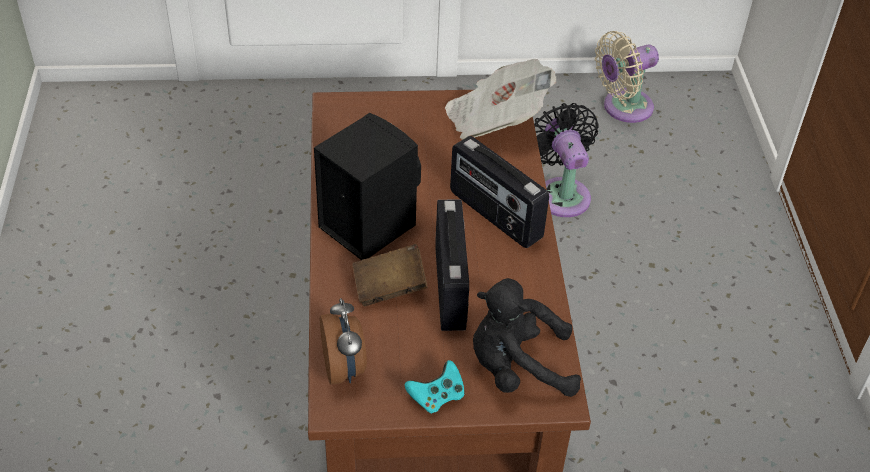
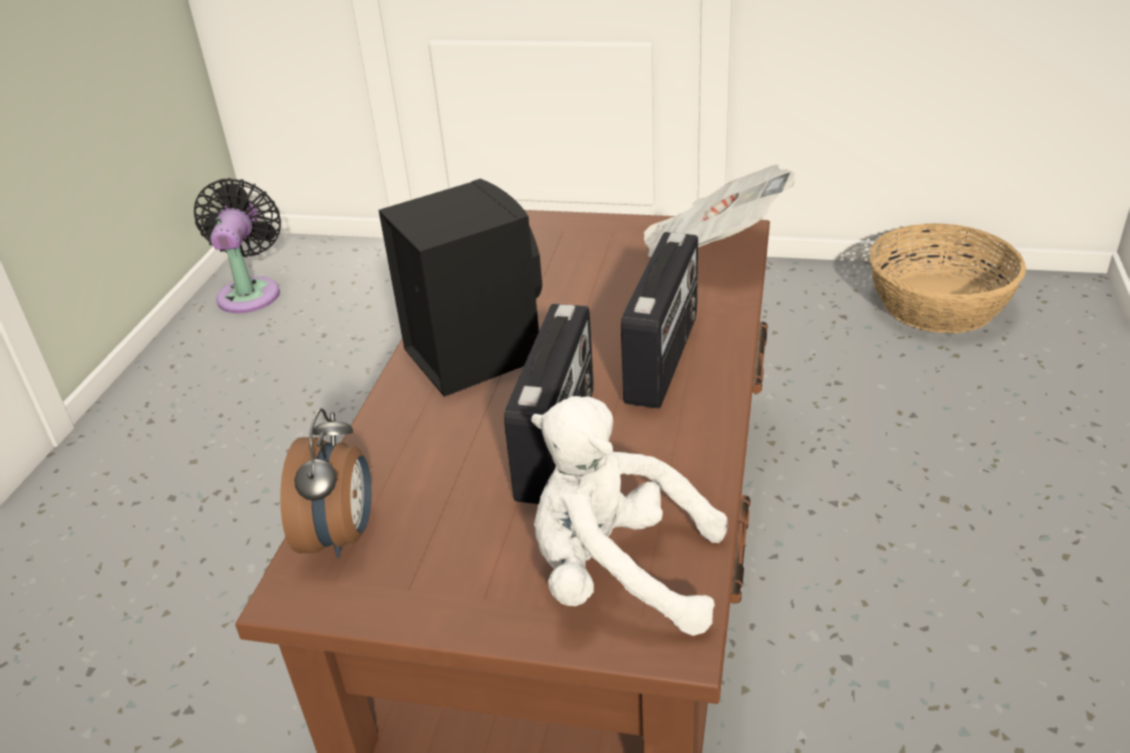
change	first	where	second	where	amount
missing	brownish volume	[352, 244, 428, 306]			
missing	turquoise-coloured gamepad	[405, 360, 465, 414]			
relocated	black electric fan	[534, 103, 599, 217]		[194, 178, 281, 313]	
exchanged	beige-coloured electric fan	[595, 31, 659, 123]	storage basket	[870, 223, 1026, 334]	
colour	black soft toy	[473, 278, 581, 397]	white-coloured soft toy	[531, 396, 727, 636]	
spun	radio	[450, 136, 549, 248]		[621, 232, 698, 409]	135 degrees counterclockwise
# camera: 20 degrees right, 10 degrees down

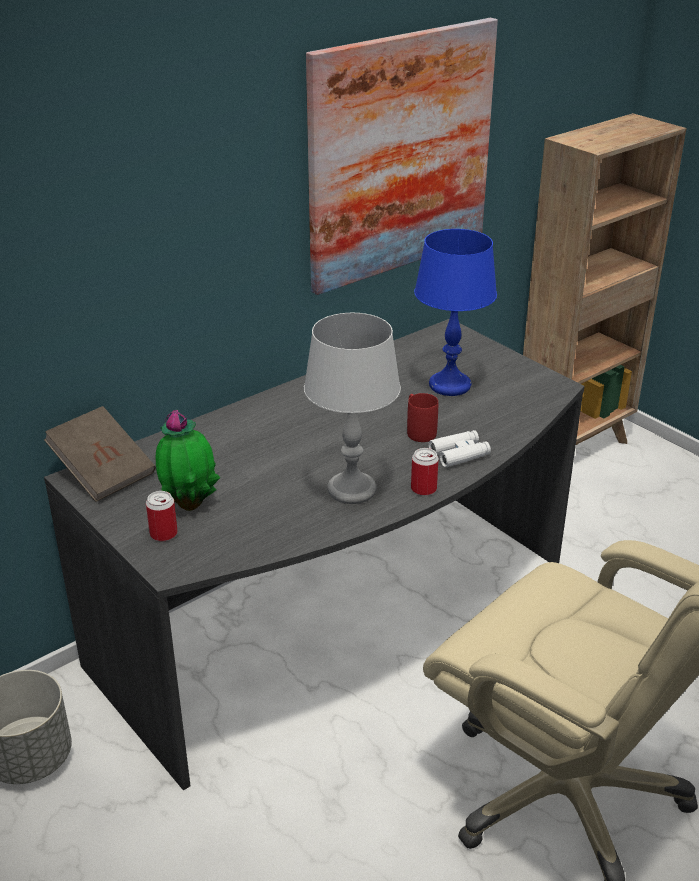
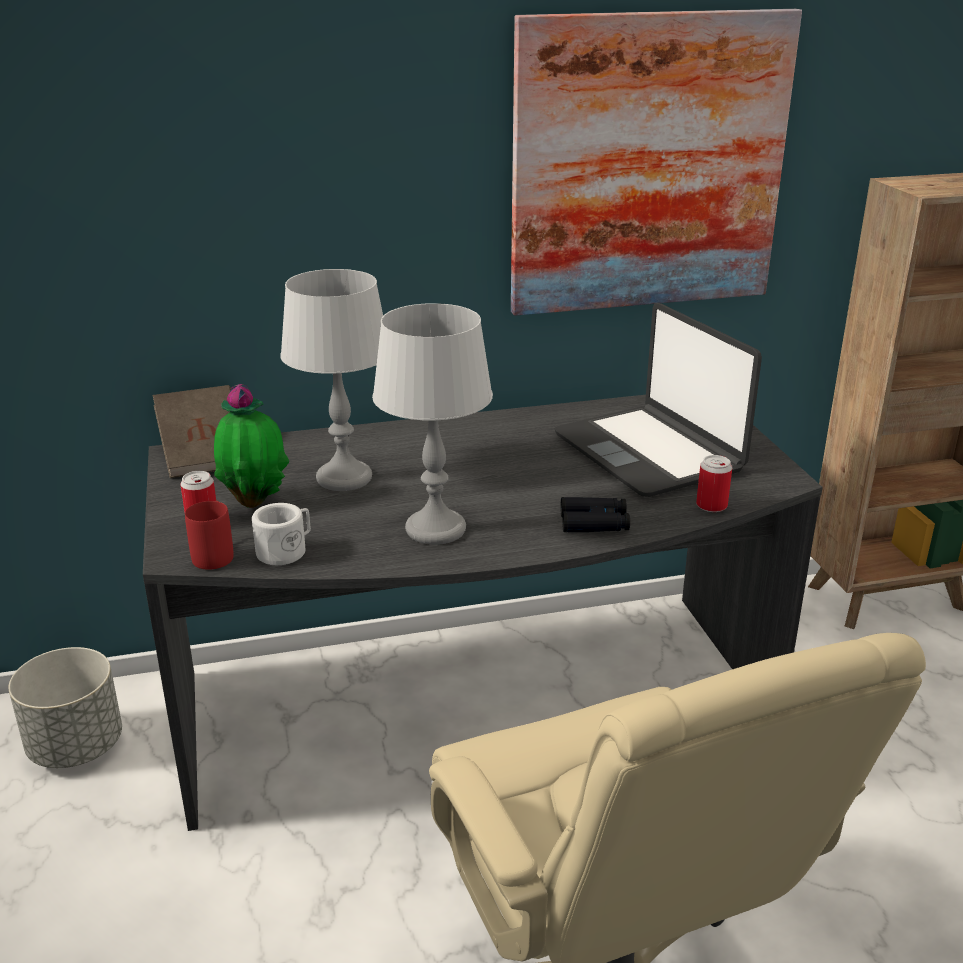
change	first	where	second	where	amount
appeared			white-coloured mug	[252, 503, 311, 565]	
appeared			gray table lamp	[280, 269, 383, 491]	
relocated	red mug	[407, 393, 438, 442]		[185, 501, 234, 570]	
relocated	metal can	[411, 448, 439, 496]		[696, 455, 732, 512]	
exchanged	blue-coloured table lamp	[414, 229, 497, 396]	notebook computer	[554, 303, 762, 497]	
colour	white-coloured binoculars	[429, 430, 491, 467]	black binoculars	[561, 497, 630, 532]	
# camera: 25 degrees right, 5 degrees down

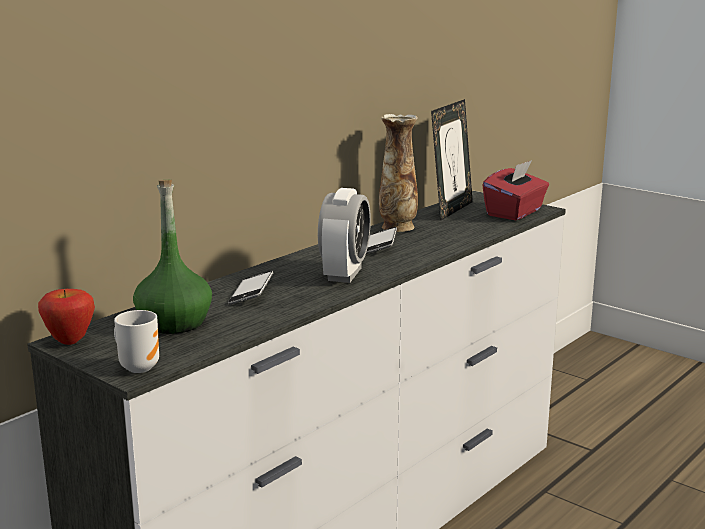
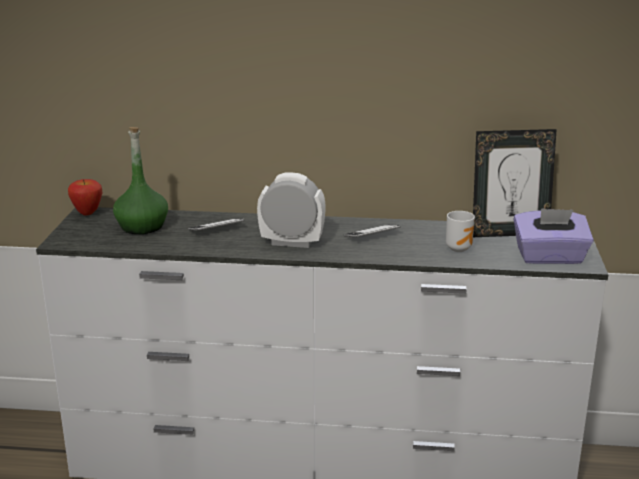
change	first	where	second	where	amount
missing	vase	[379, 114, 418, 232]			
relocated	mug	[114, 310, 159, 373]		[446, 211, 475, 252]	
colour	red tissue box	[482, 160, 549, 220]	purplish tissue box	[514, 208, 594, 264]	
spun	bedside clock	[318, 188, 371, 283]		[257, 172, 326, 248]	150 degrees counterclockwise
# camera: 55 degrees right, 5 degrees up

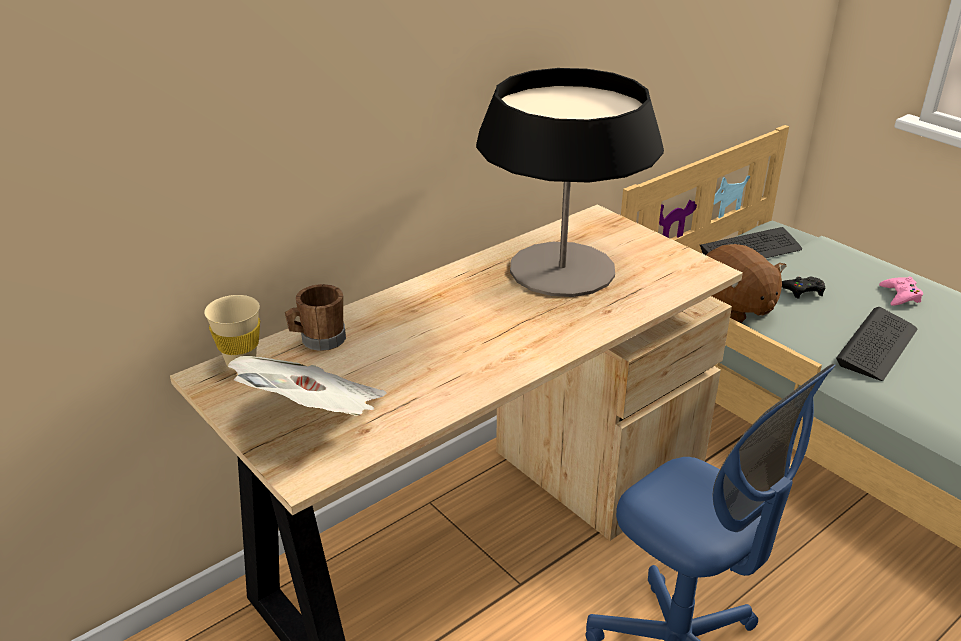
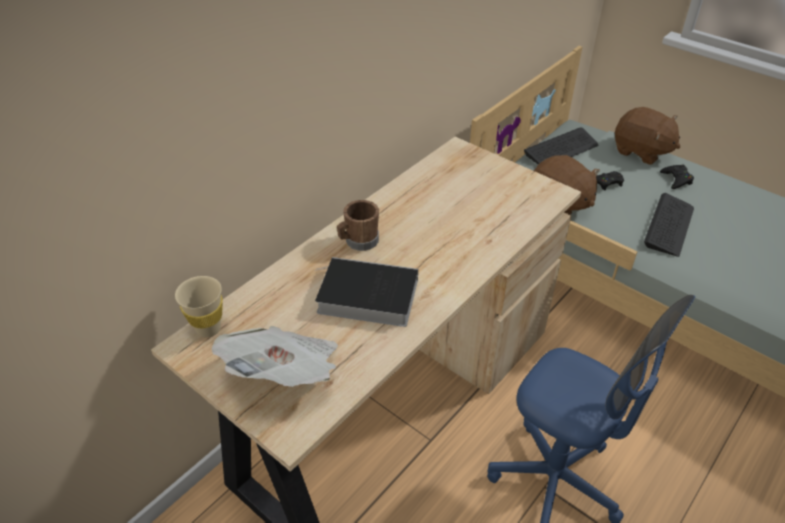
change	first	where	second	where	amount
missing	table lamp	[476, 68, 664, 297]			
appeared			volume	[315, 257, 418, 327]	
appeared			brownish soft toy	[615, 107, 680, 165]	
relocated	brownish mug	[285, 284, 346, 351]		[337, 200, 379, 251]	
colour	pinkish gamepad	[879, 277, 923, 306]	black gamepad	[660, 164, 694, 189]	
# camera: 10 degrees left, 10 degrees up

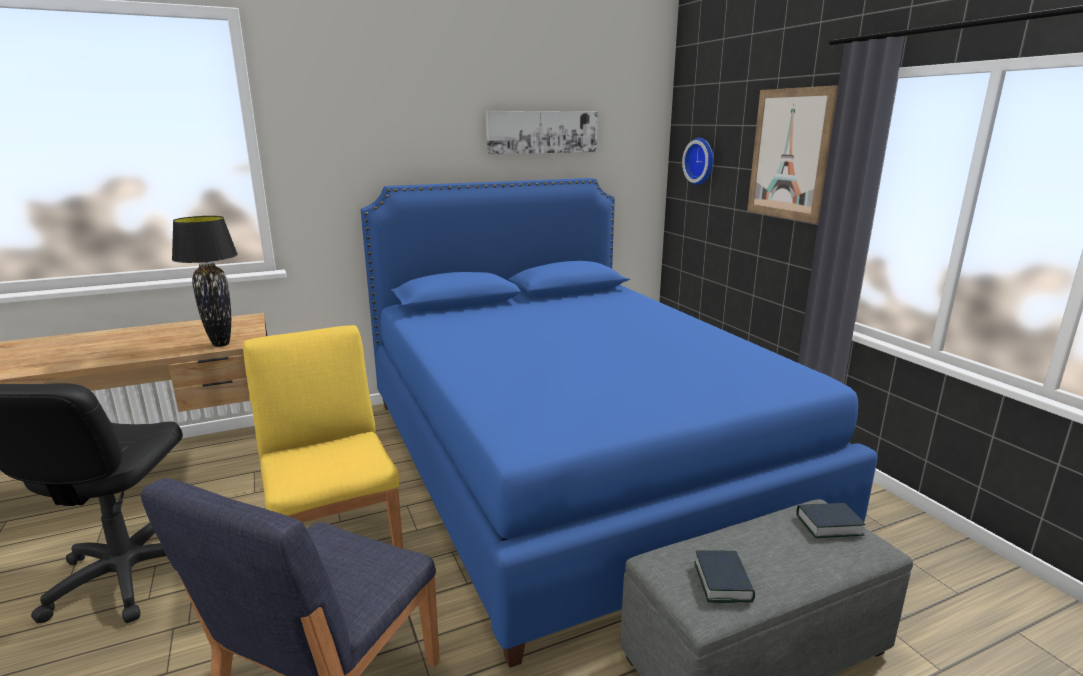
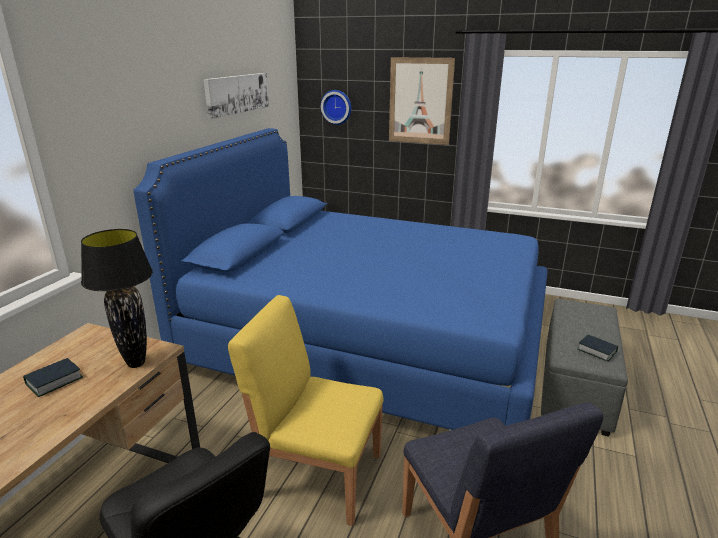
change	first	where	second	where	amount
relocated	volume	[796, 503, 865, 538]		[23, 358, 83, 397]	
# camera: 45 degrees left, 5 degrees up

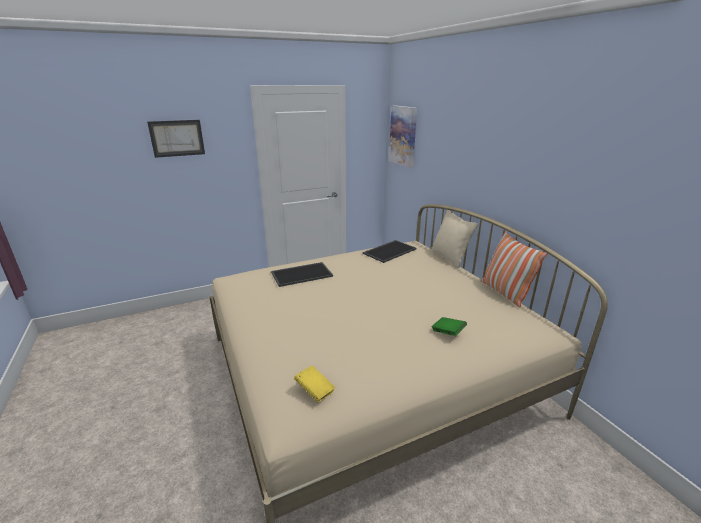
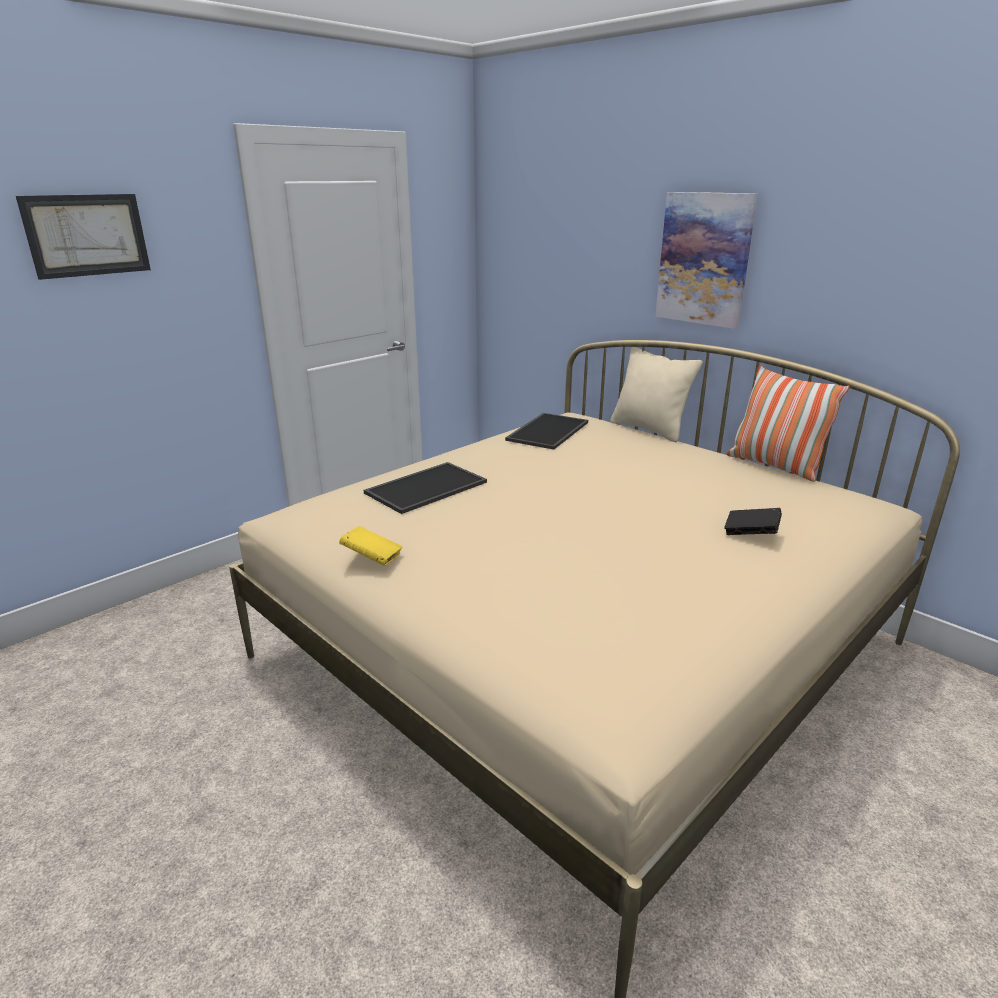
change	first	where	second	where	amount
relocated	yellow-coloured volume	[294, 366, 335, 402]		[339, 526, 402, 566]	
relocated	wall art	[389, 105, 417, 168]		[655, 192, 758, 329]	
colour	green-coloured volume	[432, 317, 467, 336]	black volume	[724, 508, 782, 535]	
# camera: 20 degrees left, 0 degrees up

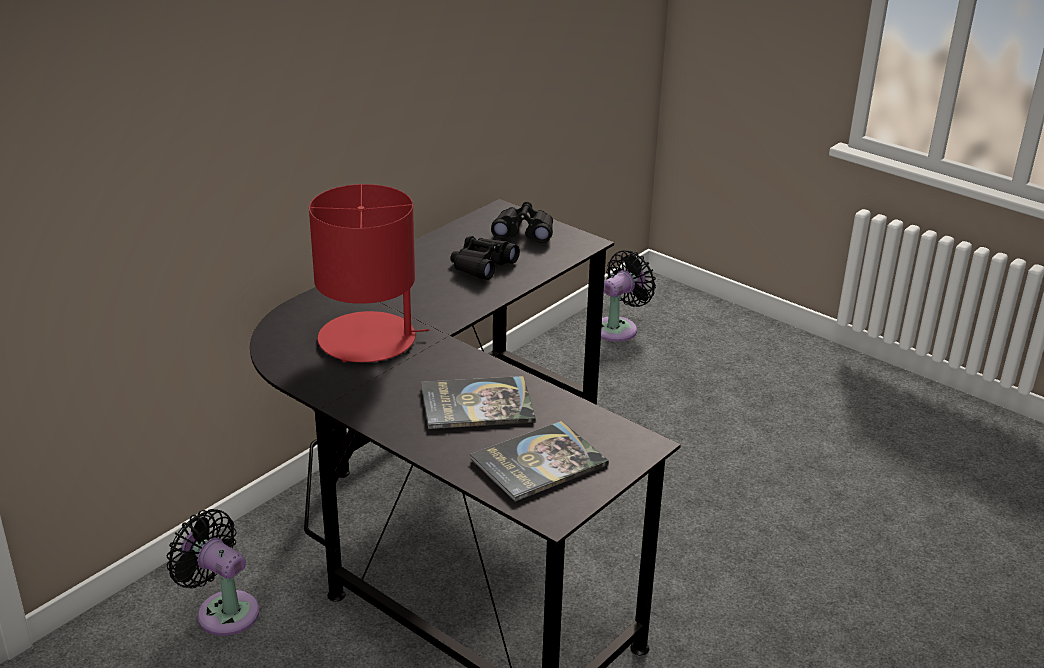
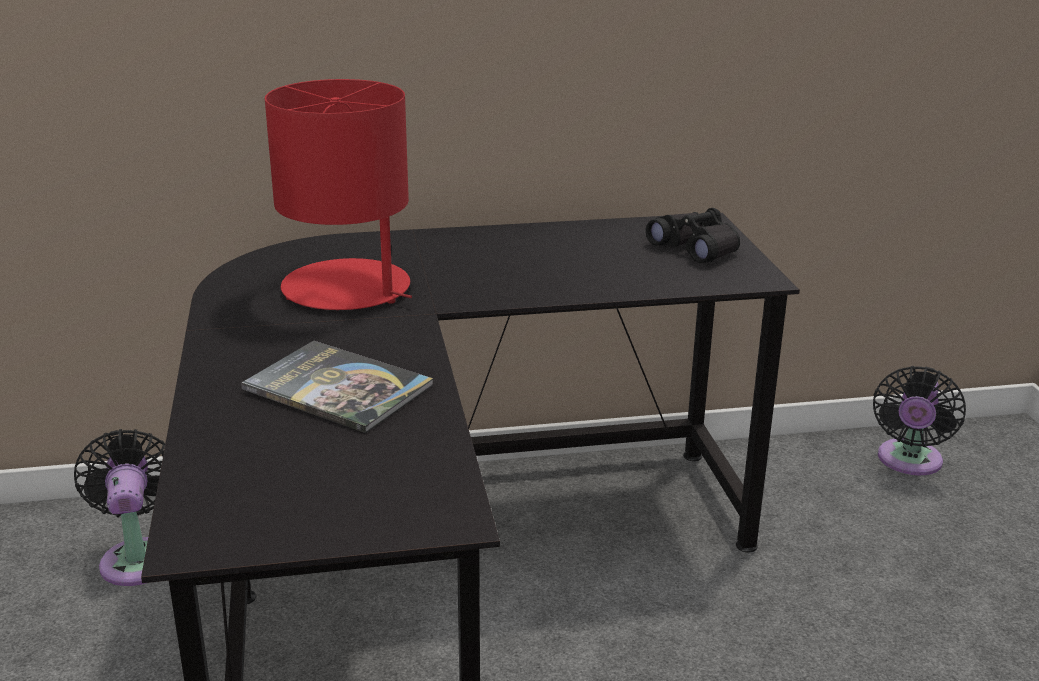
change	first	where	second	where	amount
missing	black binoculars	[450, 236, 520, 280]			
missing	volume	[470, 421, 609, 502]			
spun	black electric fan	[601, 250, 656, 342]		[873, 366, 966, 475]	120 degrees clockwise
# camera: 40 degrees right, 5 degrees down

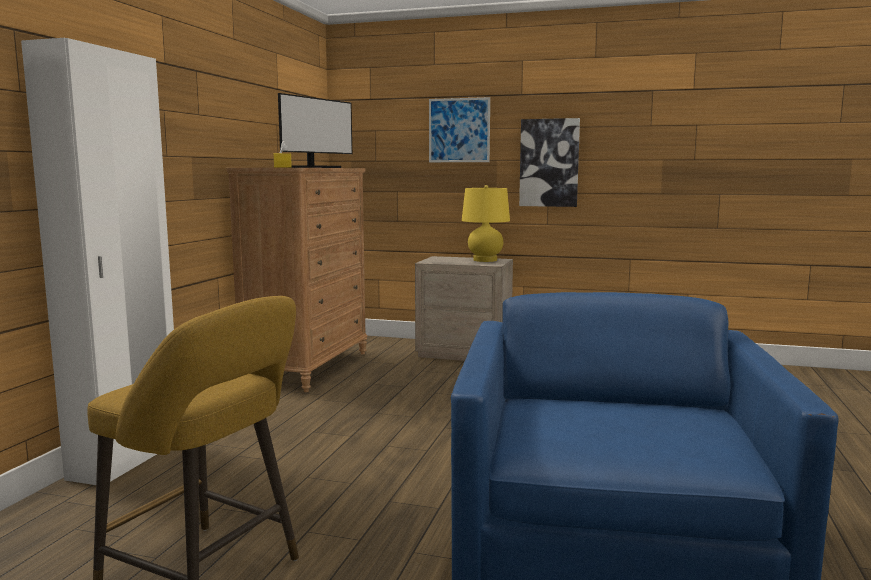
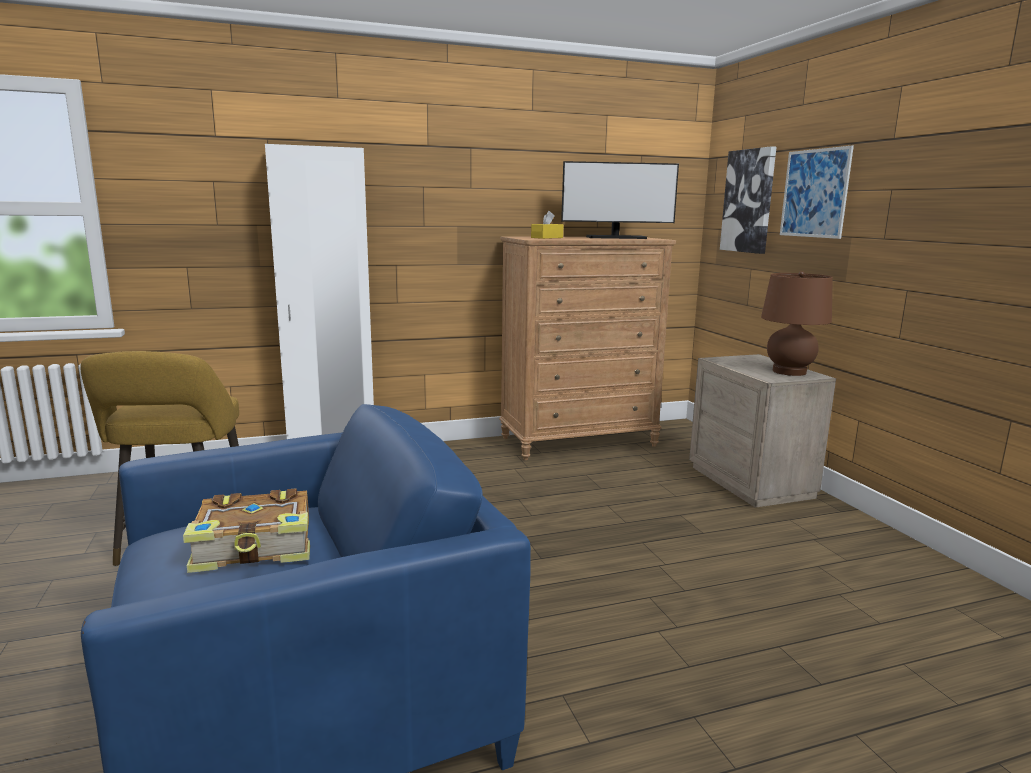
change	first	where	second	where	amount
appeared			volume	[183, 489, 310, 573]	
relocated	wall art	[519, 118, 580, 207]		[720, 146, 776, 254]	
colour	yellow-coloured table lamp	[462, 185, 510, 262]	brownish table lamp	[761, 271, 833, 376]	
# camera: 55 degrees right, 5 degrees up

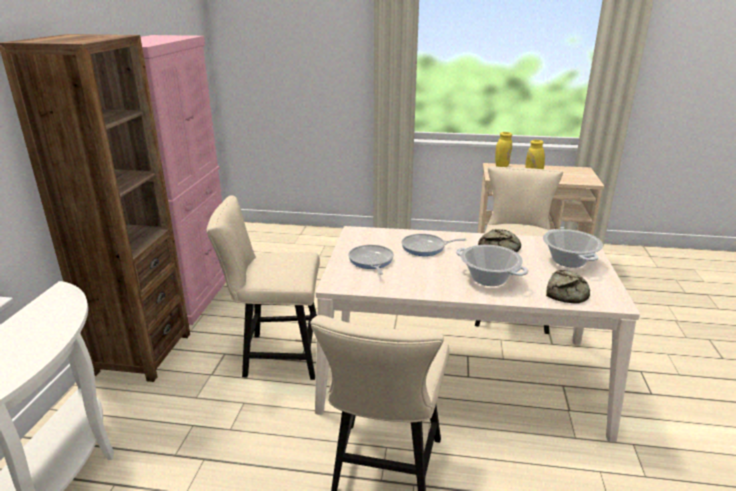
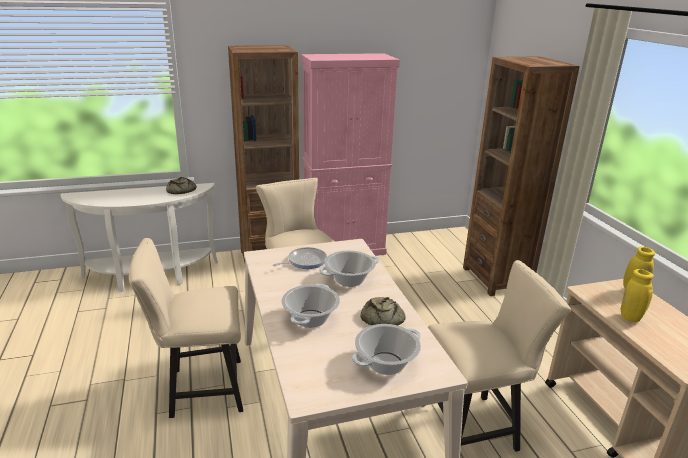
change	first	where	second	where	amount
appeared			brownish bookcase	[463, 56, 580, 296]	
relocated	bread	[546, 270, 590, 303]		[166, 177, 196, 194]	
exchanged	frying pan	[402, 234, 467, 256]	stockpot	[320, 250, 379, 287]	
# camera: 65 degrees right, 0 degrees up

